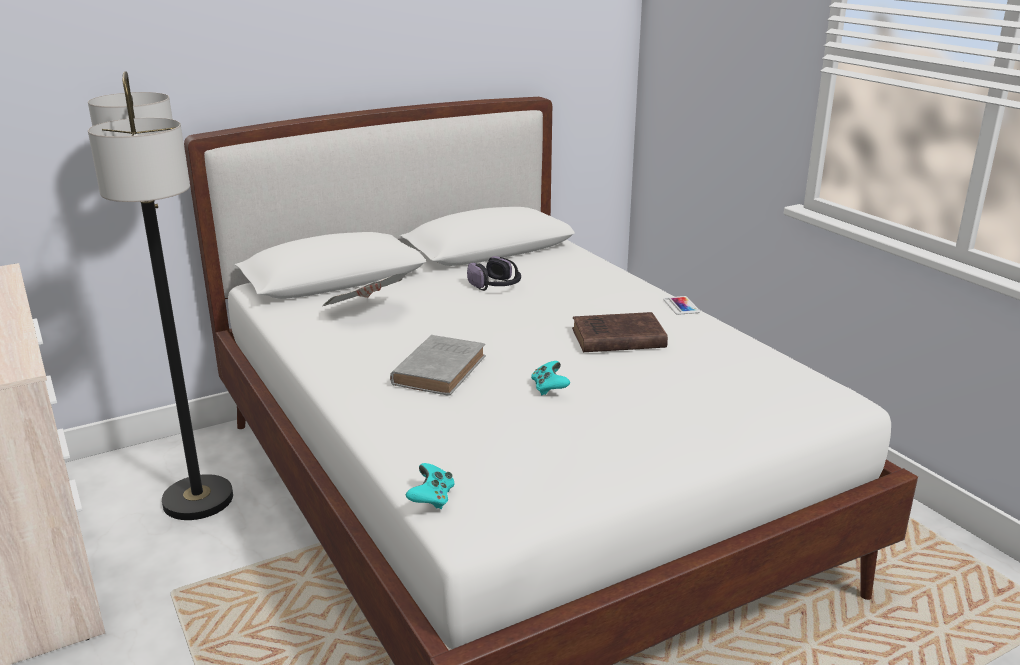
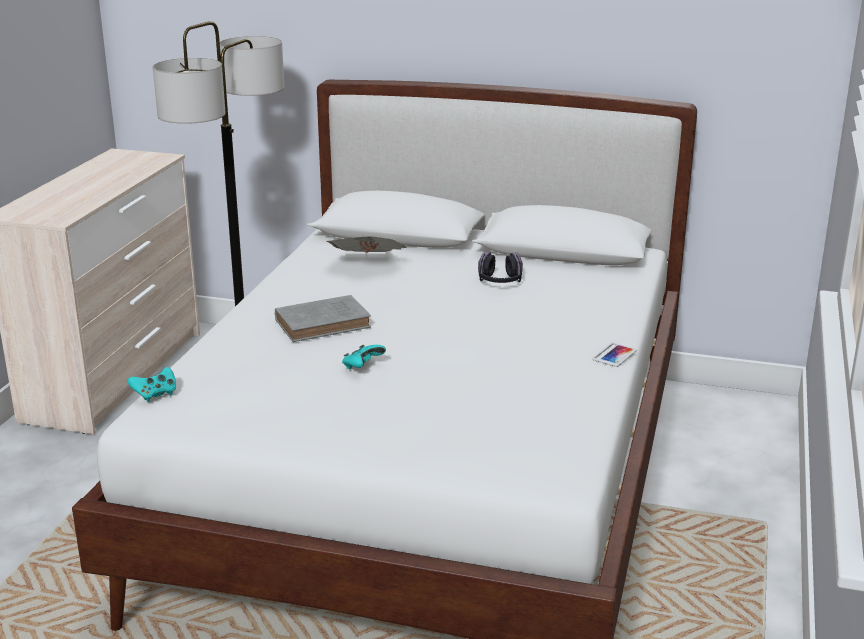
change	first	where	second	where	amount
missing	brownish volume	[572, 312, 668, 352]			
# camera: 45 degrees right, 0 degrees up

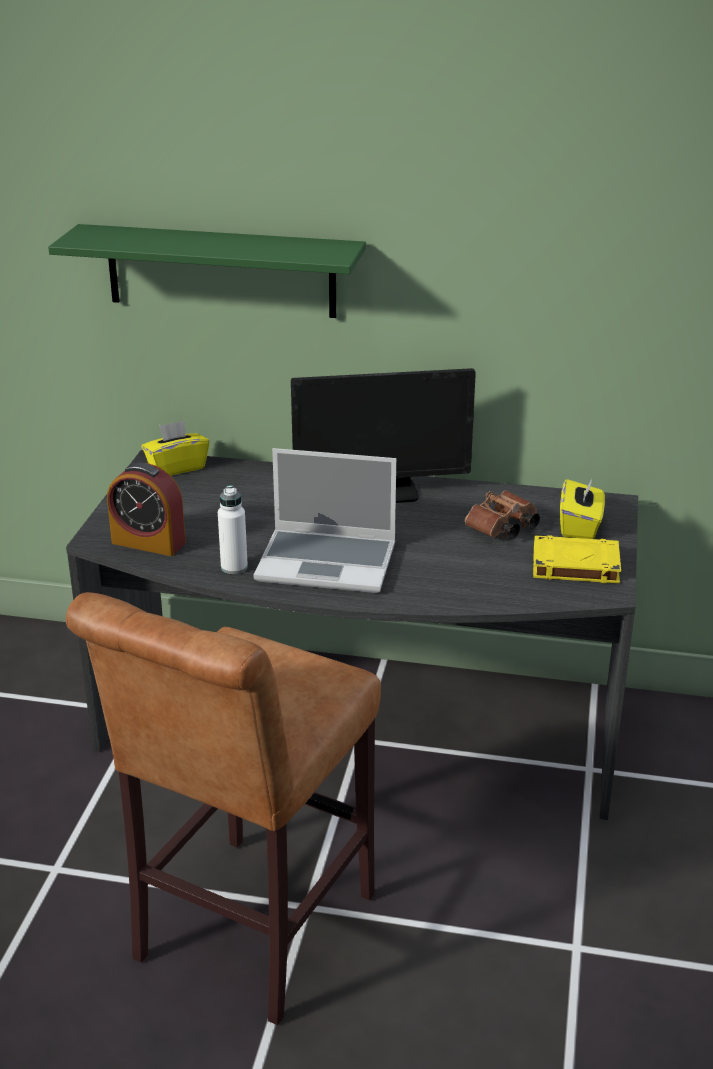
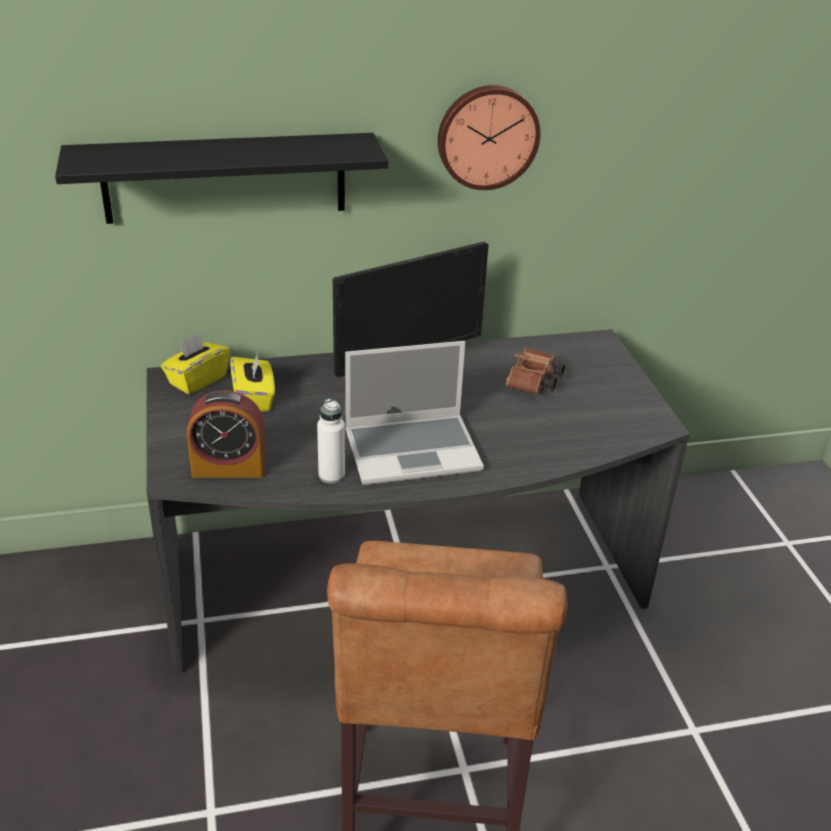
change	first	where	second	where	amount
missing	yellow-coloured volume	[533, 535, 621, 583]			
appeared			clock on the wall	[438, 85, 540, 190]	
relocated	yellow-coloured tissue box	[560, 477, 605, 539]		[230, 352, 275, 412]	
colour	green-coloured shelf	[48, 224, 366, 318]	black shelf	[55, 133, 388, 224]	
# camera: 25 degrees left, 5 degrees up

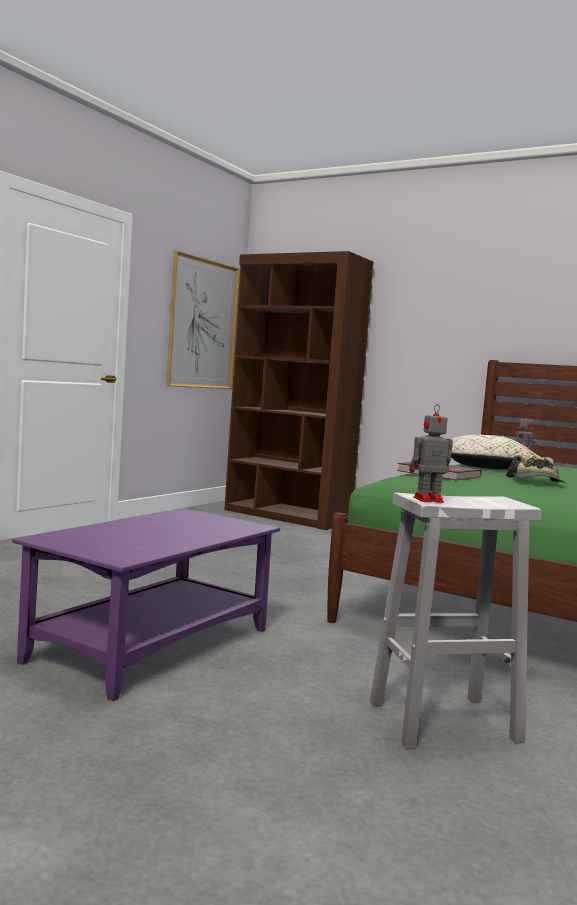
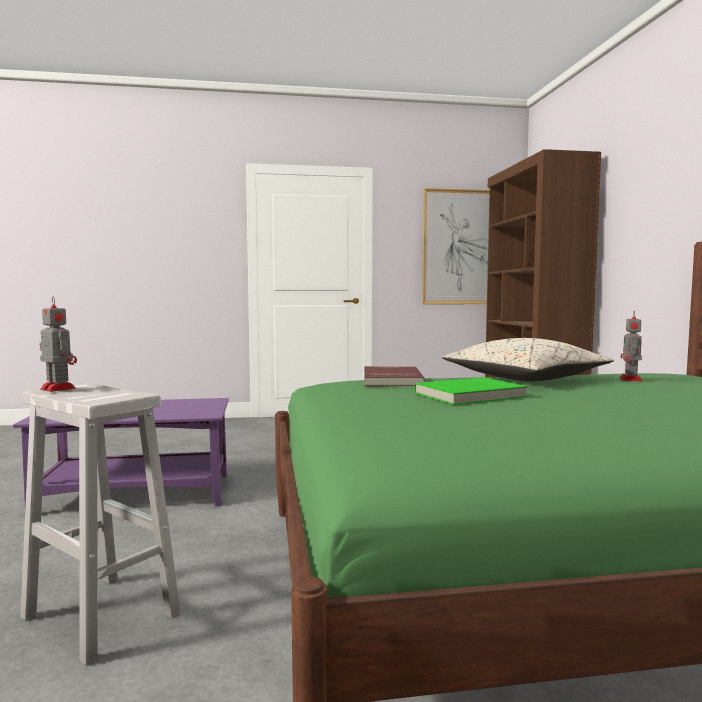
change	first	where	second	where	amount
exchanged	peaked cap	[506, 455, 565, 483]	green-coloured volume	[414, 378, 527, 405]	
# camera: 50 degrees right, 0 degrees up

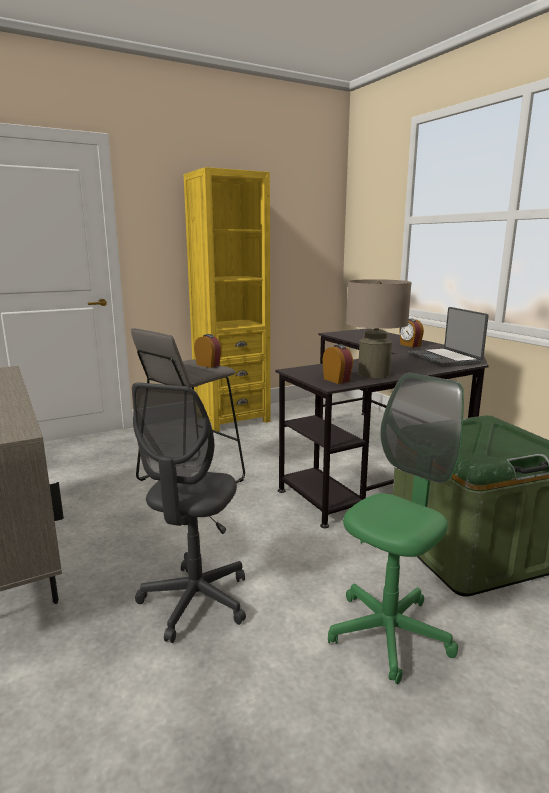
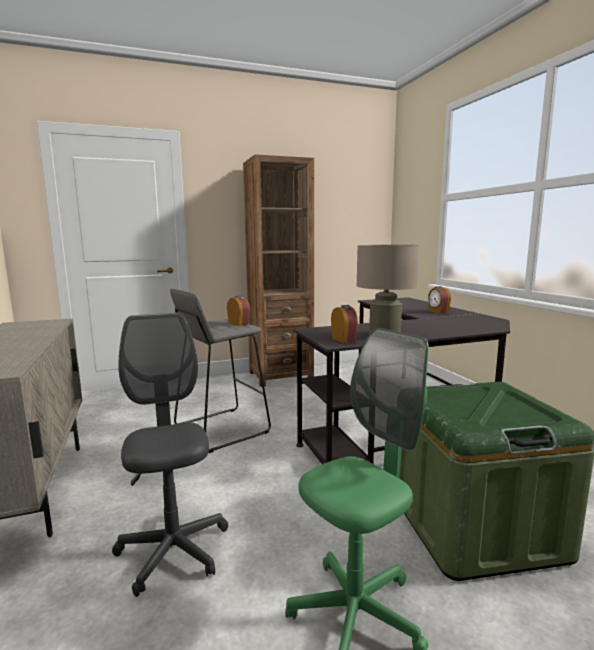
change	first	where	second	where	amount
missing	notebook computer	[408, 307, 489, 367]			
colour	yellow-coloured bookcase	[184, 167, 270, 432]	brownish bookcase	[243, 154, 314, 387]	
spun	gray computer chair	[132, 383, 246, 643]		[112, 313, 228, 597]	135 degrees clockwise
# camera: 10 degrees right, 5 degrees down

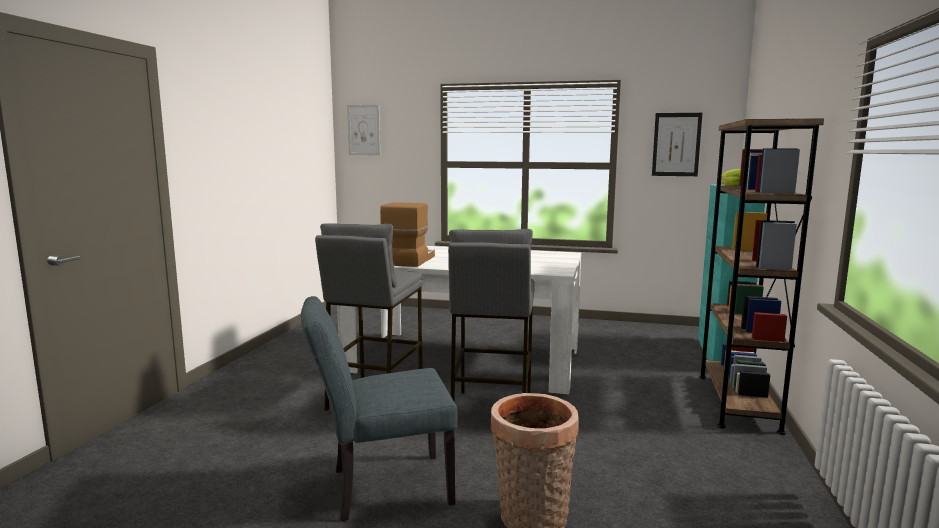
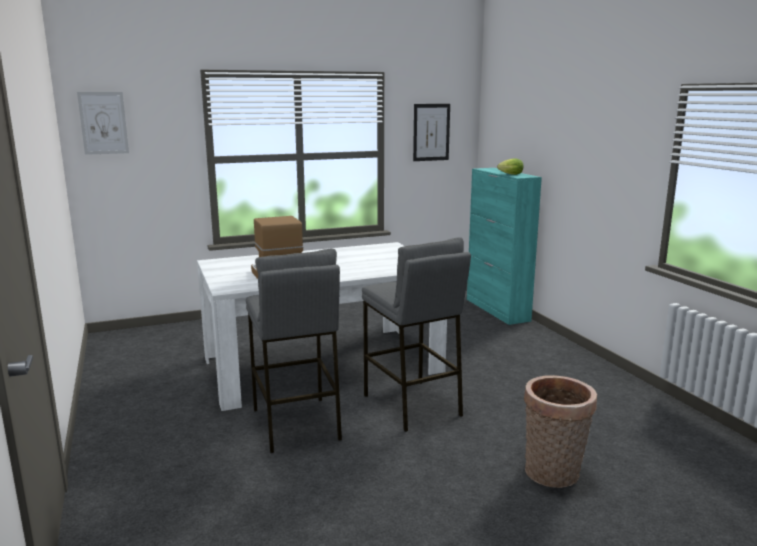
change	first	where	second	where	amount
missing	gray plain chair	[301, 296, 458, 521]			
missing	brownish bookcase	[699, 118, 824, 435]			
# camera: 35 degrees left, 5 degrees up

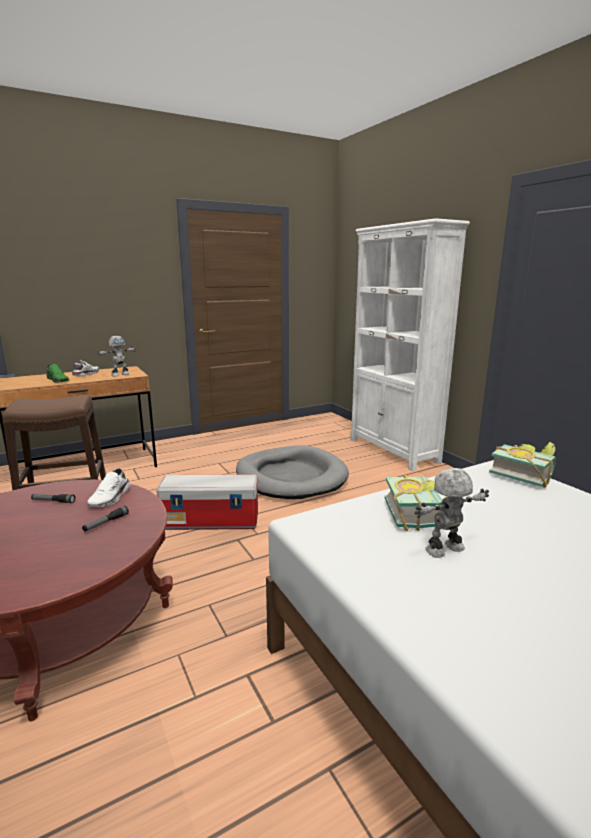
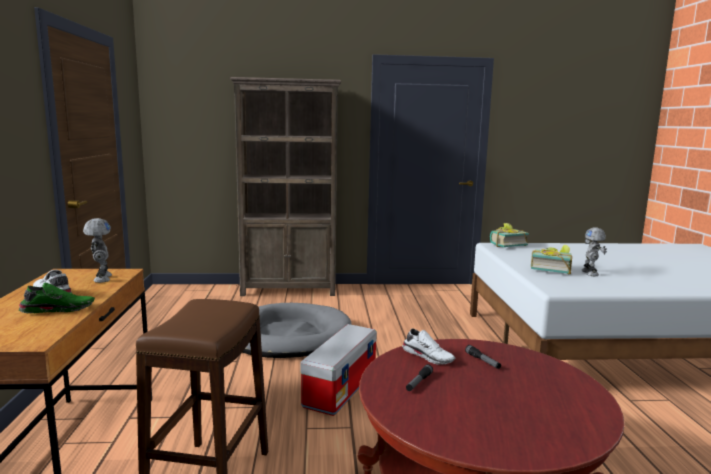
change	first	where	second	where	amount
colour	white-coloured bookcase	[350, 218, 470, 471]	brownish bookcase	[230, 77, 341, 296]	
# camera: 65 degrees left, 5 degrees down

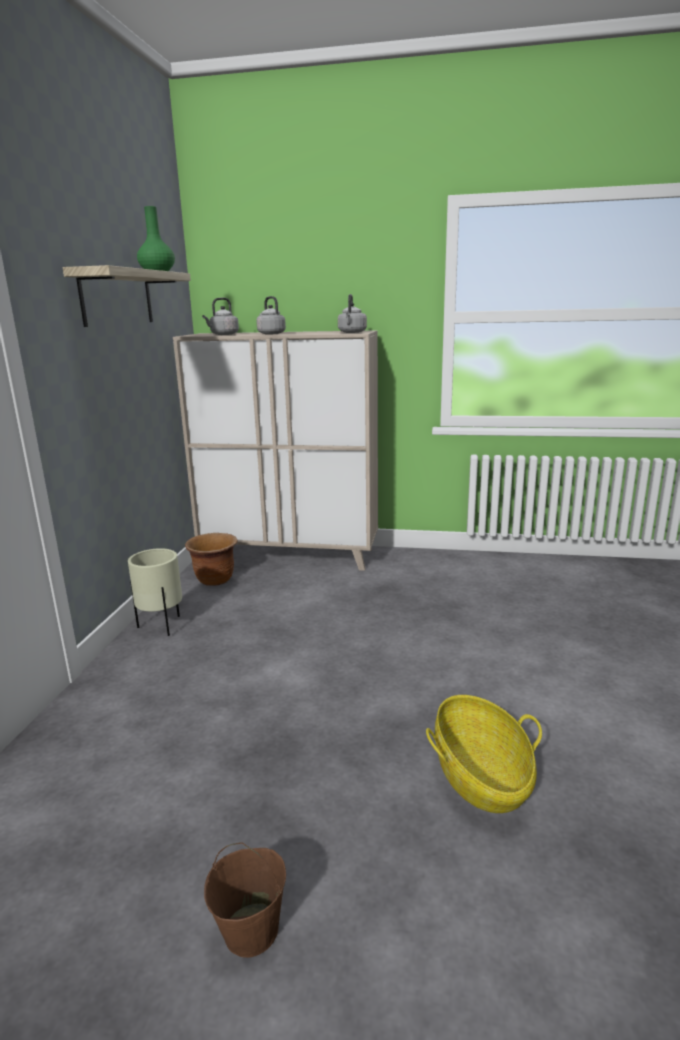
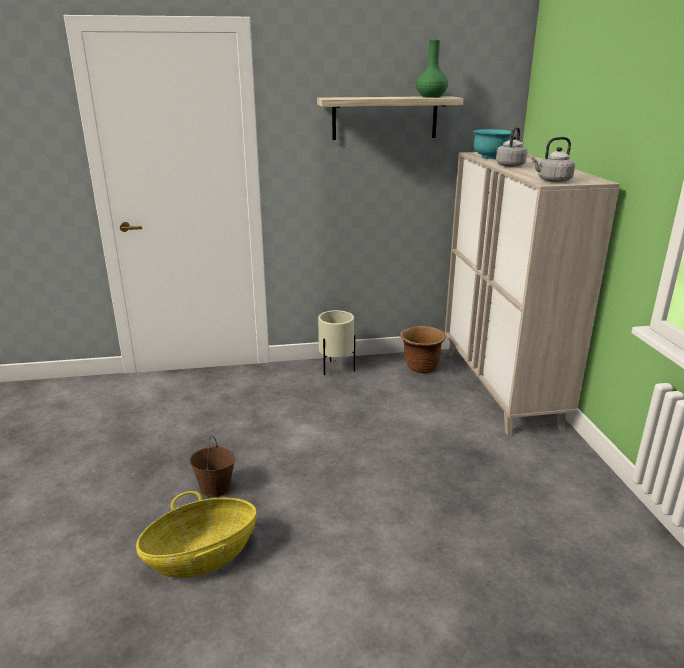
change	first	where	second	where	amount
relocated	brownish bucket	[204, 842, 286, 958]		[190, 436, 235, 497]	
exchanged	gray tea kettle	[202, 298, 239, 335]	turquoise-coloured serving bowl	[473, 129, 515, 159]	
# camera: 70 degrees right, 5 degrees up

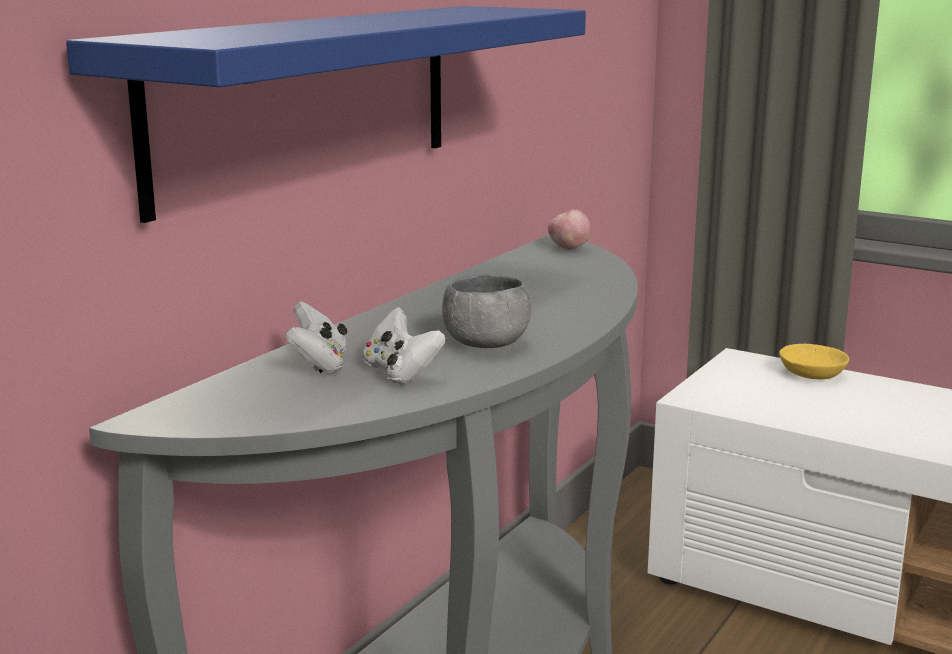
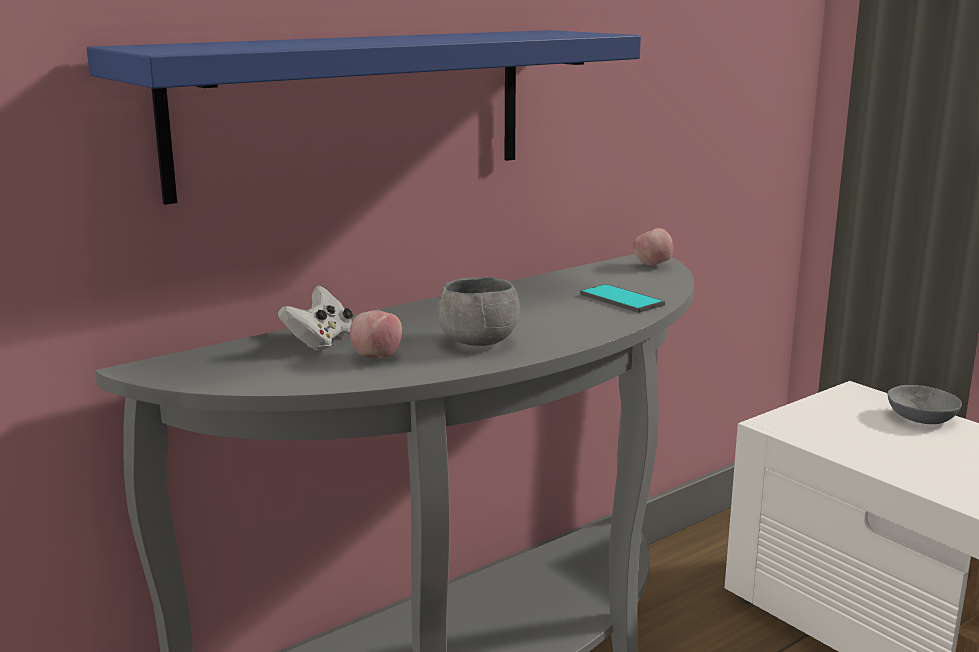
change	first	where	second	where	amount
appeared			telephone	[580, 284, 665, 313]	
exchanged	white-coloured gamepad	[363, 307, 446, 384]	apple fruit	[350, 310, 402, 359]	
colour	yellow-coloured serving bowl	[779, 344, 849, 380]	gray serving bowl	[887, 385, 962, 424]	
# camera: 20 degrees right, 0 degrees up

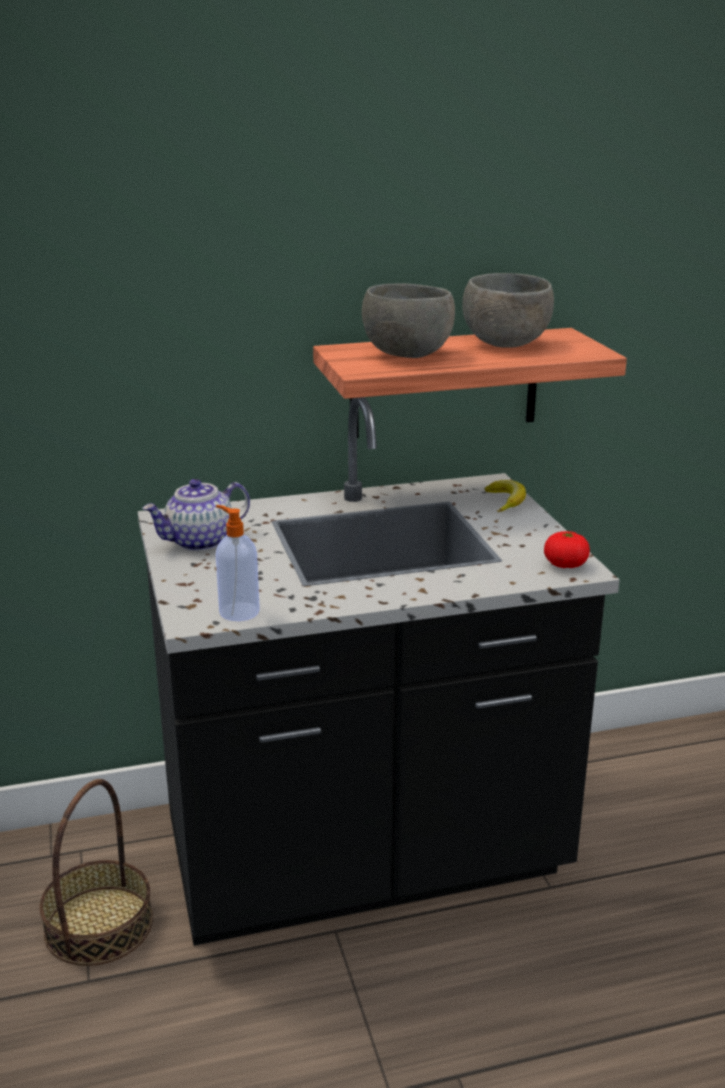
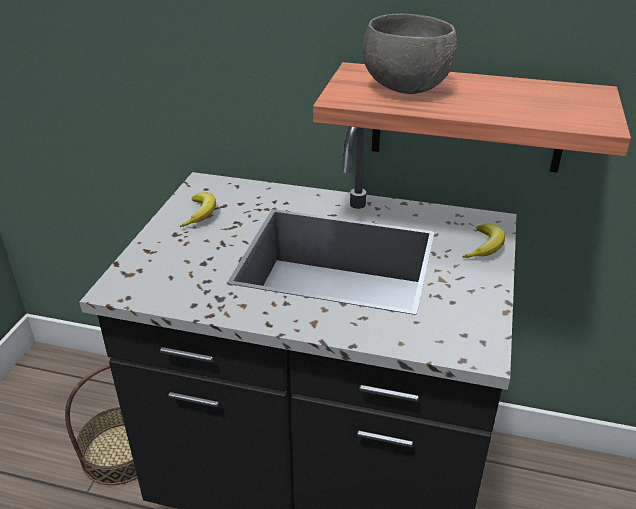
change	first	where	second	where	amount
missing	soap bottle	[216, 505, 260, 621]			
missing	gray serving bowl	[462, 273, 554, 348]			
missing	tomato	[544, 531, 590, 568]			
exchanged	teapot	[143, 479, 250, 551]	banana	[180, 192, 216, 227]	
# camera: 30 degrees right, 10 degrees up

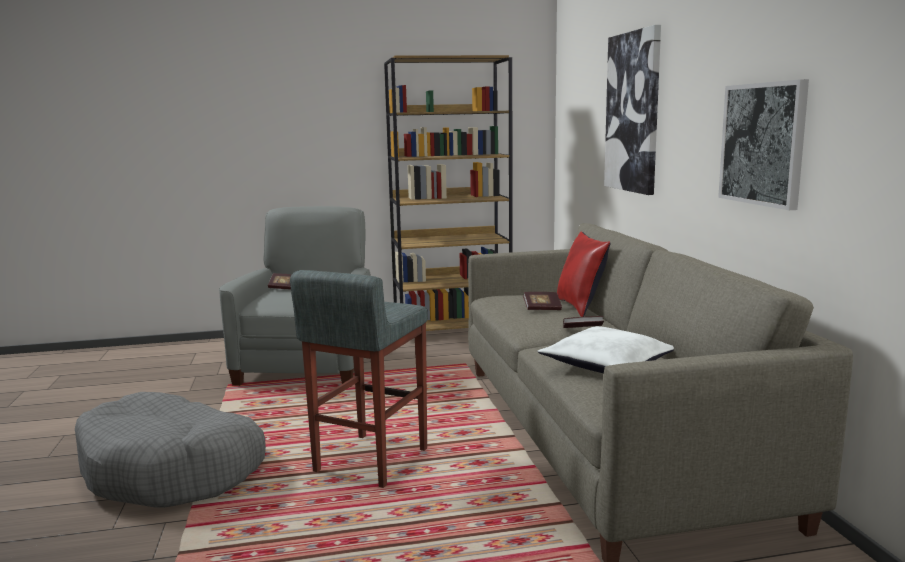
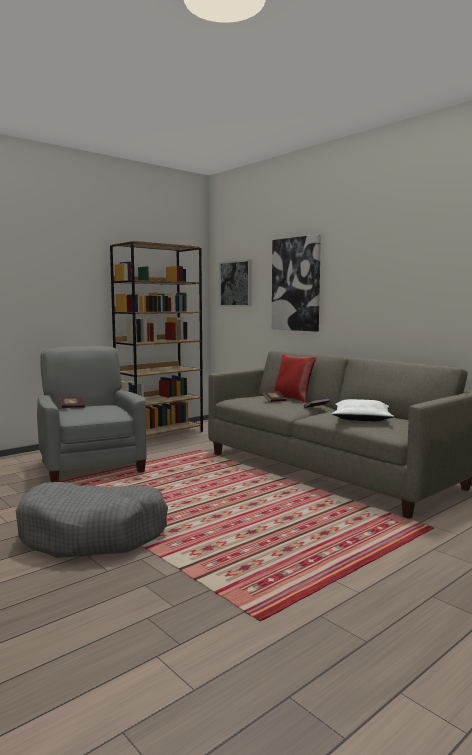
change	first	where	second	where	amount
missing	gray sitting stool	[290, 270, 428, 488]			
relocated	wall art	[718, 79, 809, 210]		[219, 259, 252, 307]	
# camera: 30 degrees left, 5 degrees down

